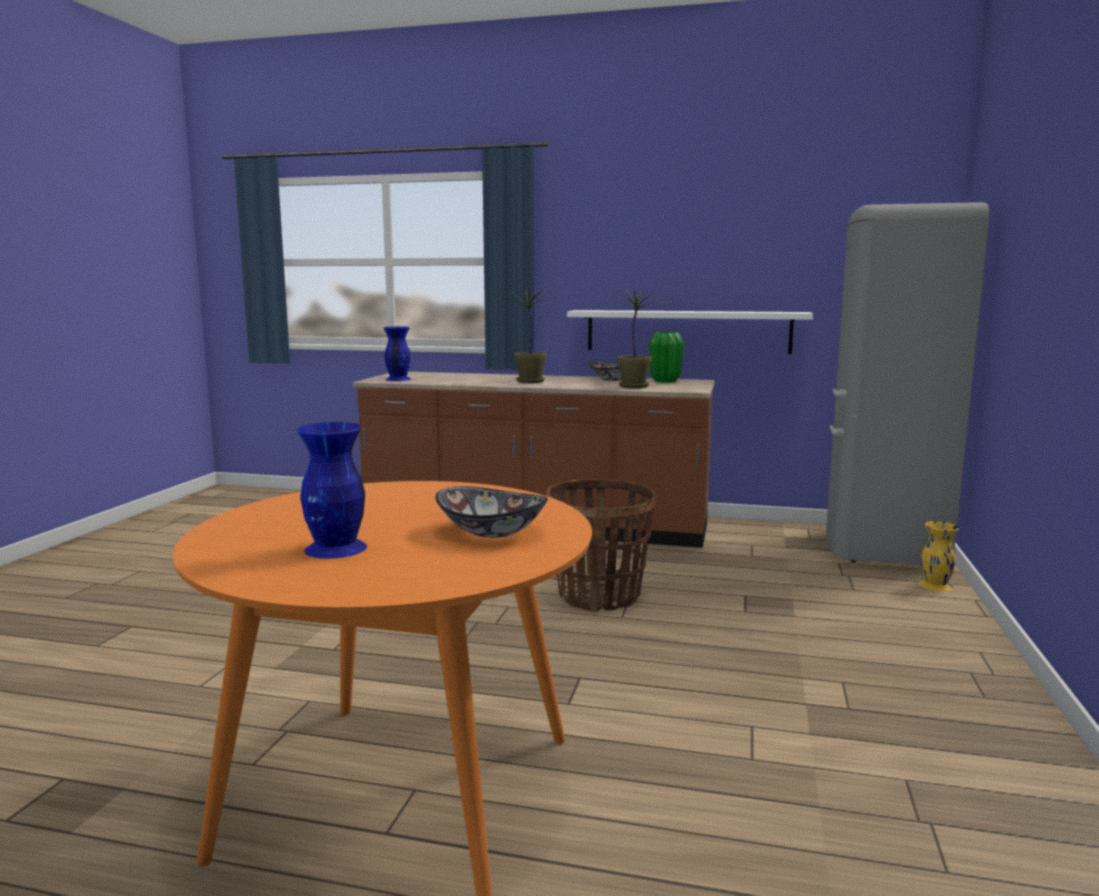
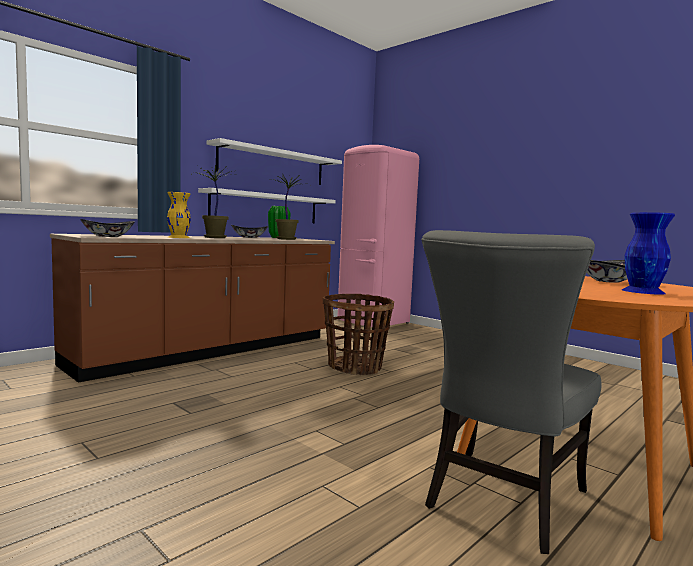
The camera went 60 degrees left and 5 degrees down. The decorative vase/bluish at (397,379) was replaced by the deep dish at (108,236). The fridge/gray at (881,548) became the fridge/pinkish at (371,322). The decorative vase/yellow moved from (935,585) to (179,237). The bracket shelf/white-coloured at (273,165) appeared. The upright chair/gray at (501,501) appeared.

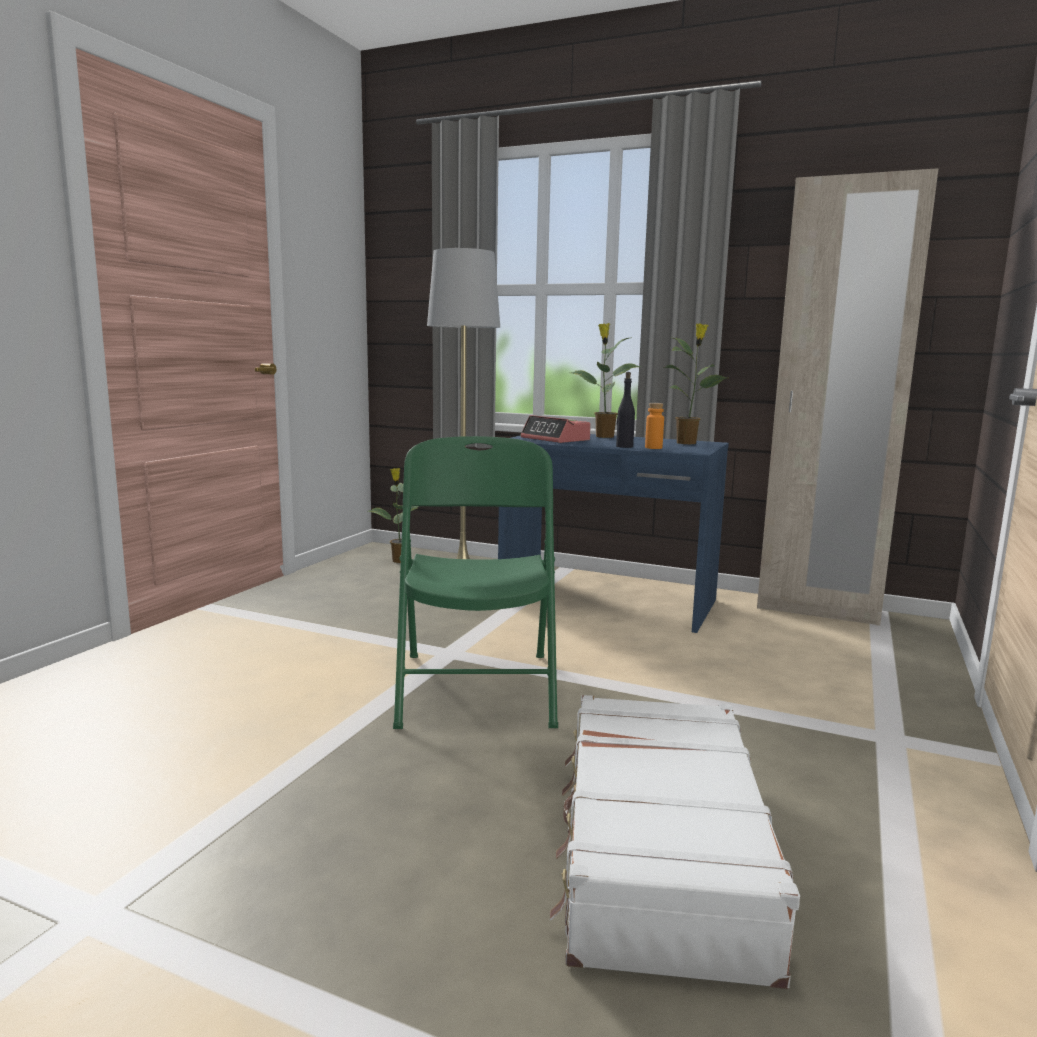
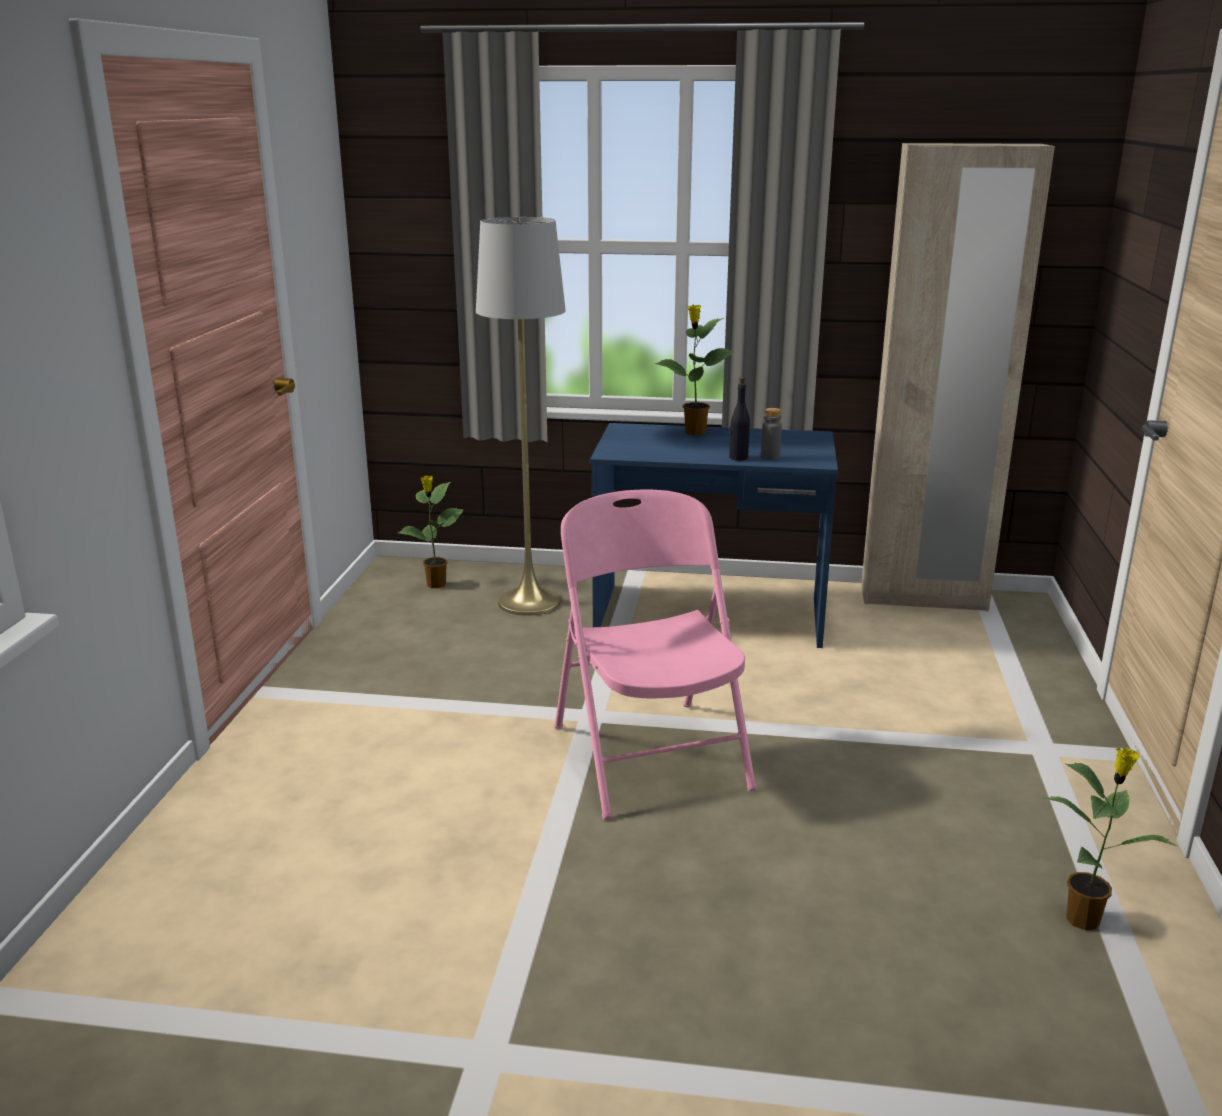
The camera went 15 degrees left and 10 degrees up. The upright chair/green at (477,689) became the upright chair/pinkish at (651,757). The table clock at (555,439) disappeared. The travel case/white-coloured at (658,852) disappeared. The bottle/orangey at (653,448) became the bottle/gray at (770,457). The potted plant moved from (687,443) to (1085,919).

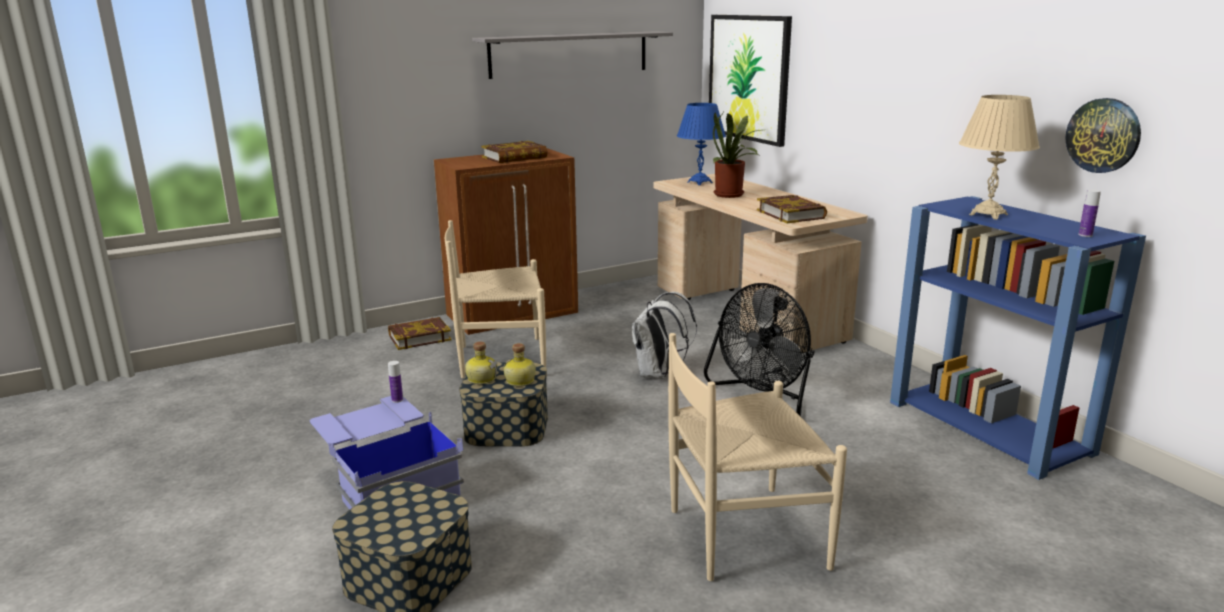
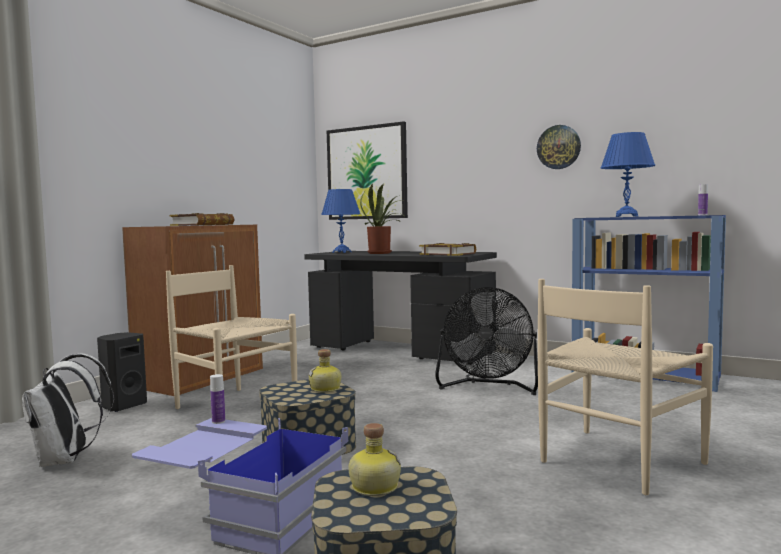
The camera went 30 degrees left and 15 degrees down. The book at (419,337) was replaced by the loudspeaker/black-coloured at (123,406). The upright chair/sand-coloured at (501,359) turned 75 degrees clockwise. The bottle moved from (481,378) to (373,487). The bracket shelf/gray at (569,54) disappeared. The knapsack/white-coloured moved from (658,374) to (66,460). The desk unit/sand-coloured at (746,314) became the desk unit/black-coloured at (400,351). The table lamp/sand-coloured at (988,215) became the table lamp/bluish at (626,216). The wall clock moved from (1103,135) to (558,147).

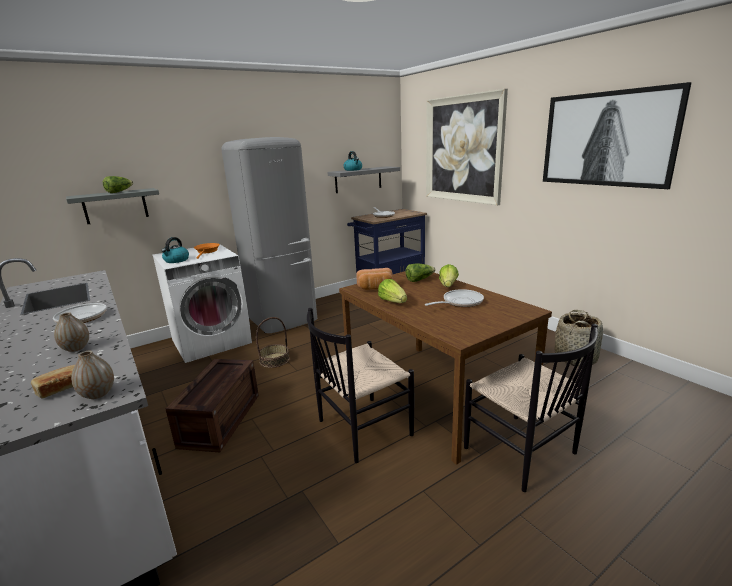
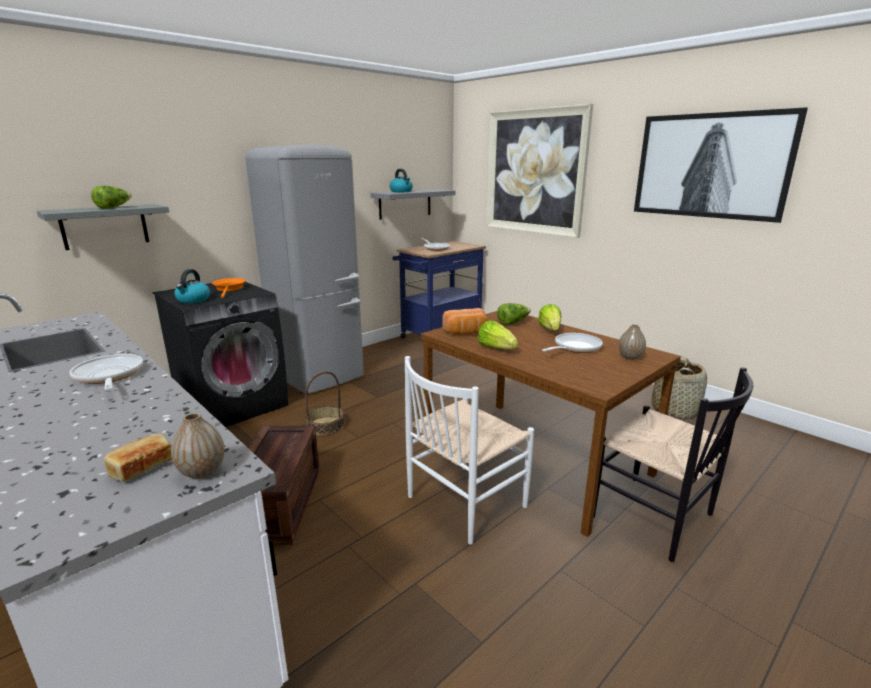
The camera went 10 degrees left and 0 degrees up. The decorative vase moved from (76,348) to (630,357). The laundry appliance/white-coloured at (212,340) became the laundry appliance/black-coloured at (233,404). The upright chair/black-coloured at (361,429) became the upright chair/white-coloured at (462,504).

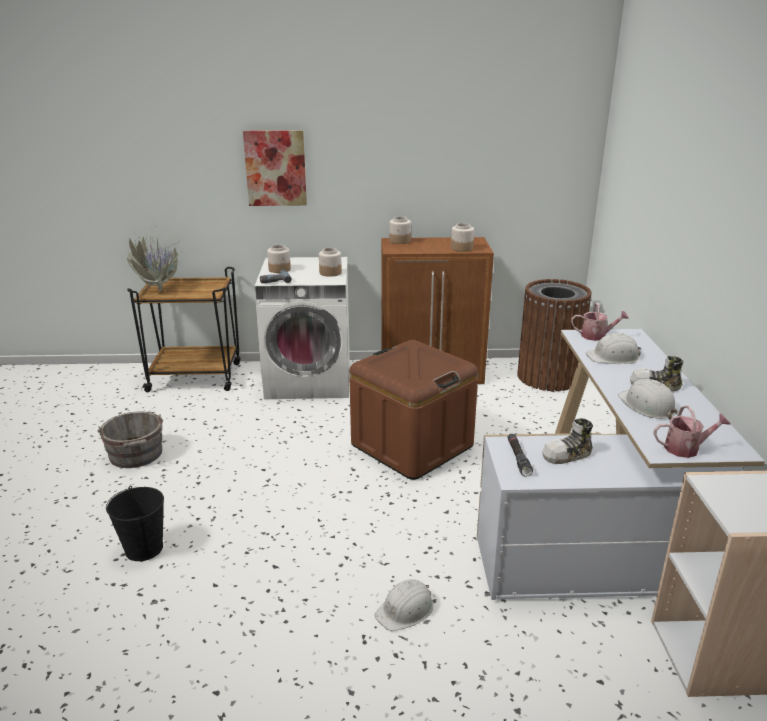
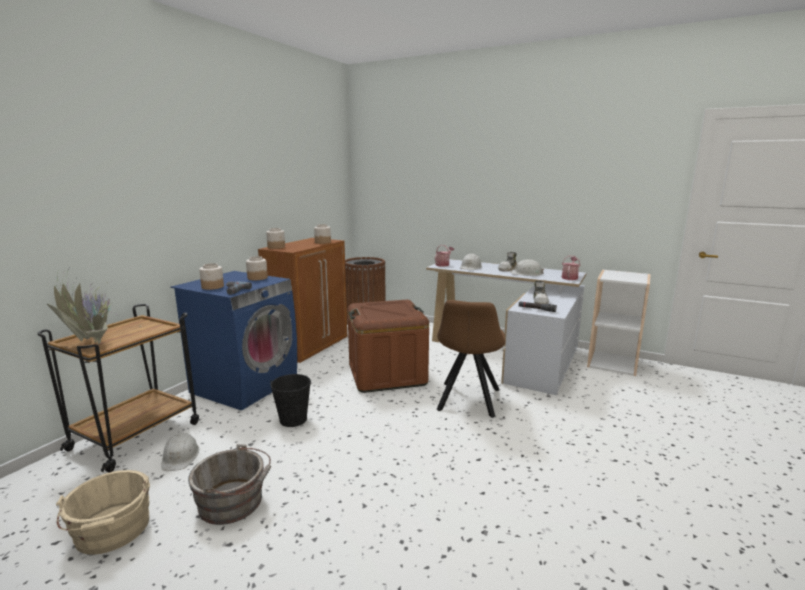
The camera went 60 degrees left and 10 degrees down. The bucket/black-coloured moved from (144,548) to (293,419). The wall art at (275,168) disappeared. The laundry appliance/white-coloured at (310,379) became the laundry appliance/bluish at (244,384). The hard hat/white-coloured moved from (406,610) to (180,456). The bucket/sand-coloured at (112,531) appeared. The upright chair/brown at (468,400) appeared.

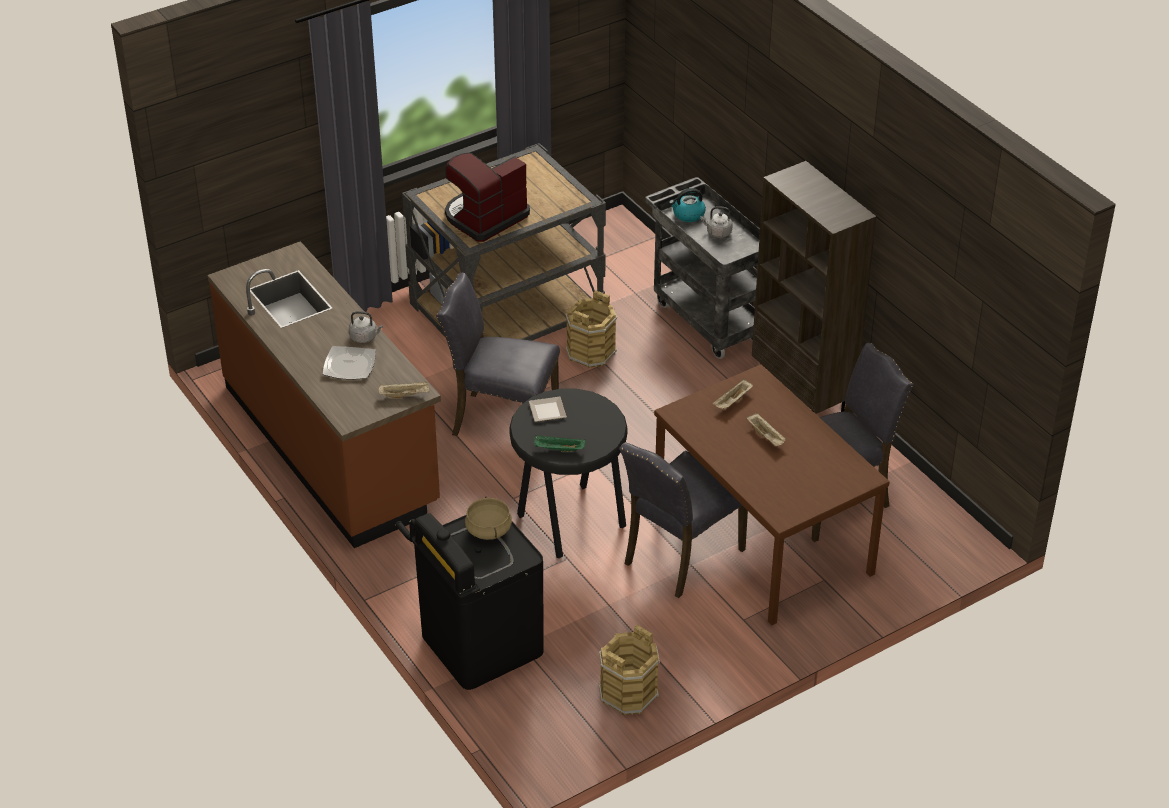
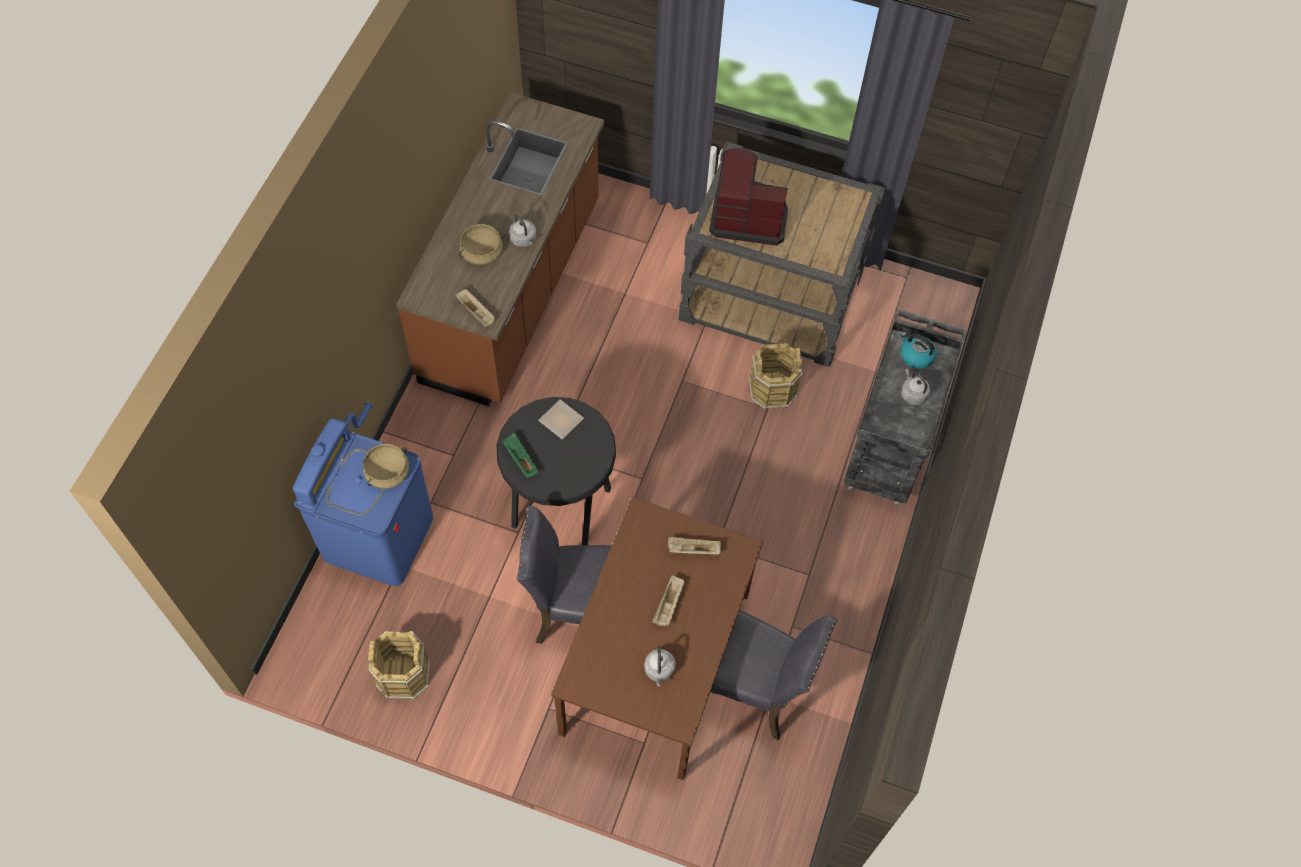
The camera went 50 degrees right and 20 degrees up. The dinner plate at (350,365) was replaced by the saucepot/sand-coloured at (482,253). The laundry appliance/black-coloured at (479,645) became the laundry appliance/bluish at (378,535). The upright chair/gray at (502,421) disappeared. The shelving unit/brown at (802,396) disappeared. The tea kettle/gray at (659,670) appeared.

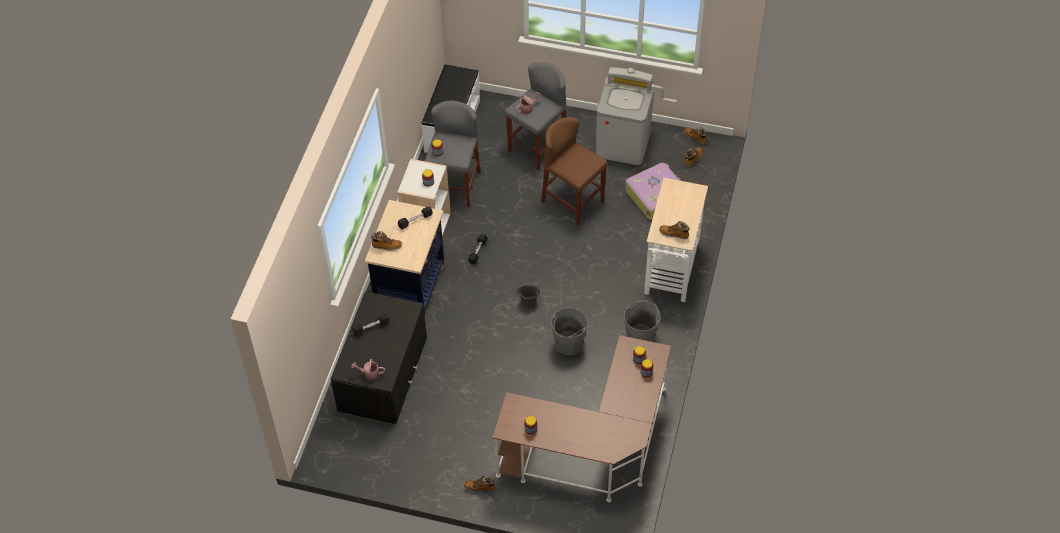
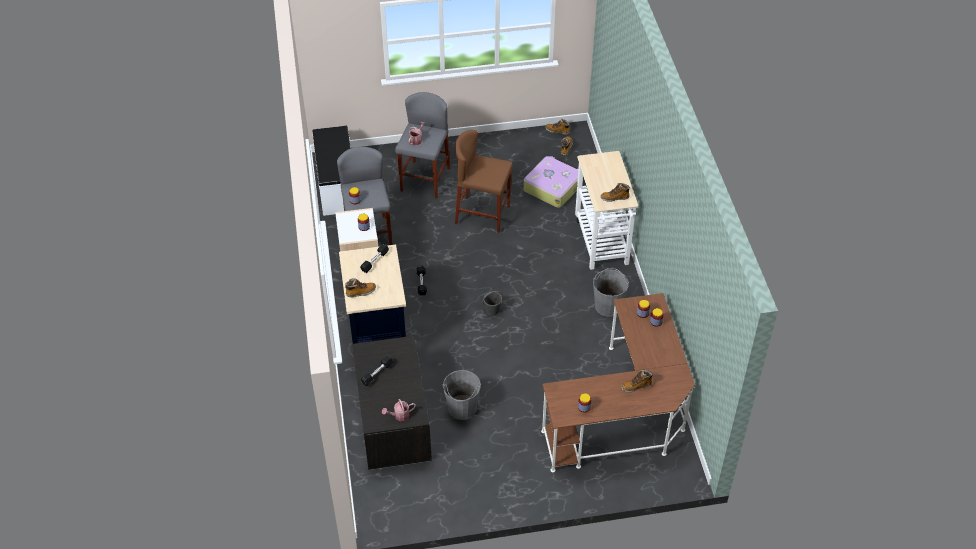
The camera went 25 degrees left and 5 degrees down. The boot moved from (480,487) to (636,386). The bucket/gray moved from (568,343) to (462,408). The laundry appliance/gray at (624,145) disappeared.

